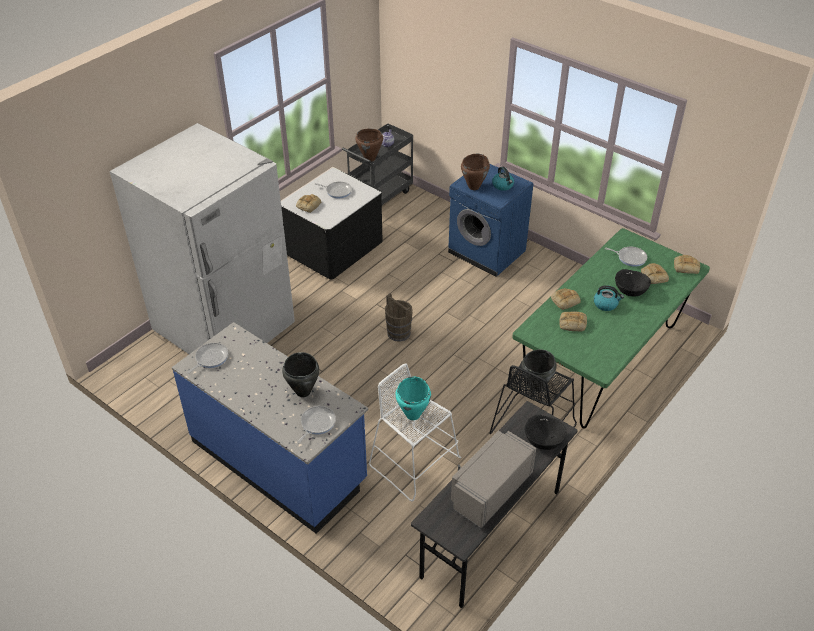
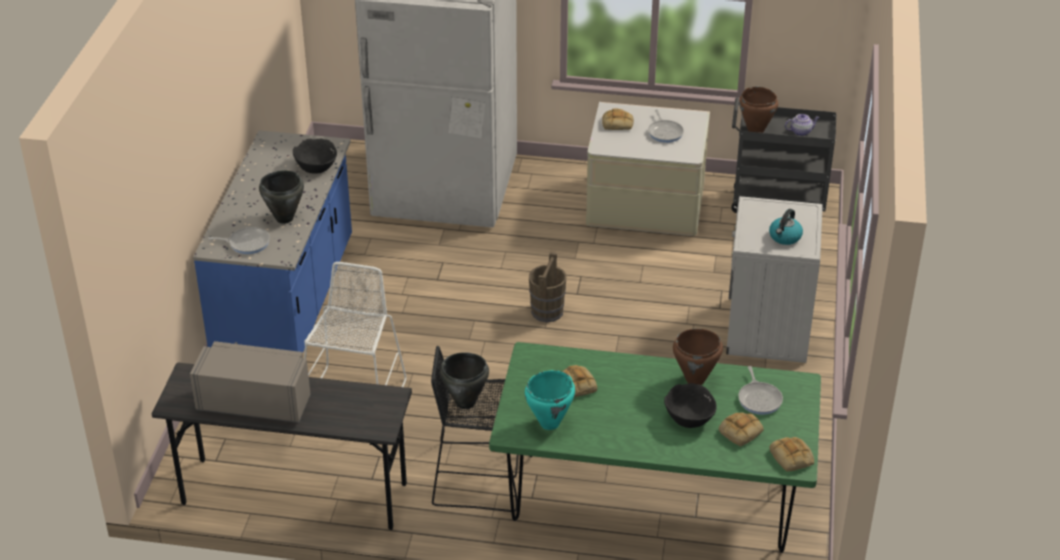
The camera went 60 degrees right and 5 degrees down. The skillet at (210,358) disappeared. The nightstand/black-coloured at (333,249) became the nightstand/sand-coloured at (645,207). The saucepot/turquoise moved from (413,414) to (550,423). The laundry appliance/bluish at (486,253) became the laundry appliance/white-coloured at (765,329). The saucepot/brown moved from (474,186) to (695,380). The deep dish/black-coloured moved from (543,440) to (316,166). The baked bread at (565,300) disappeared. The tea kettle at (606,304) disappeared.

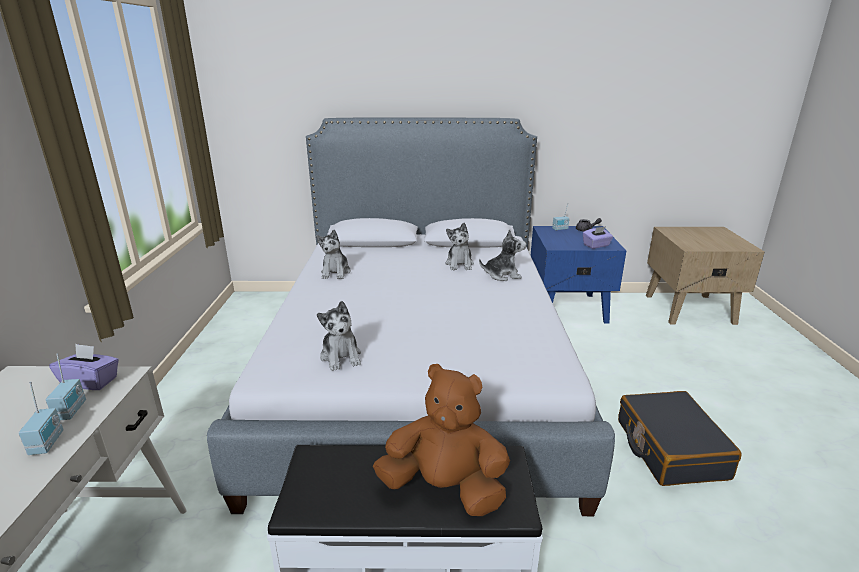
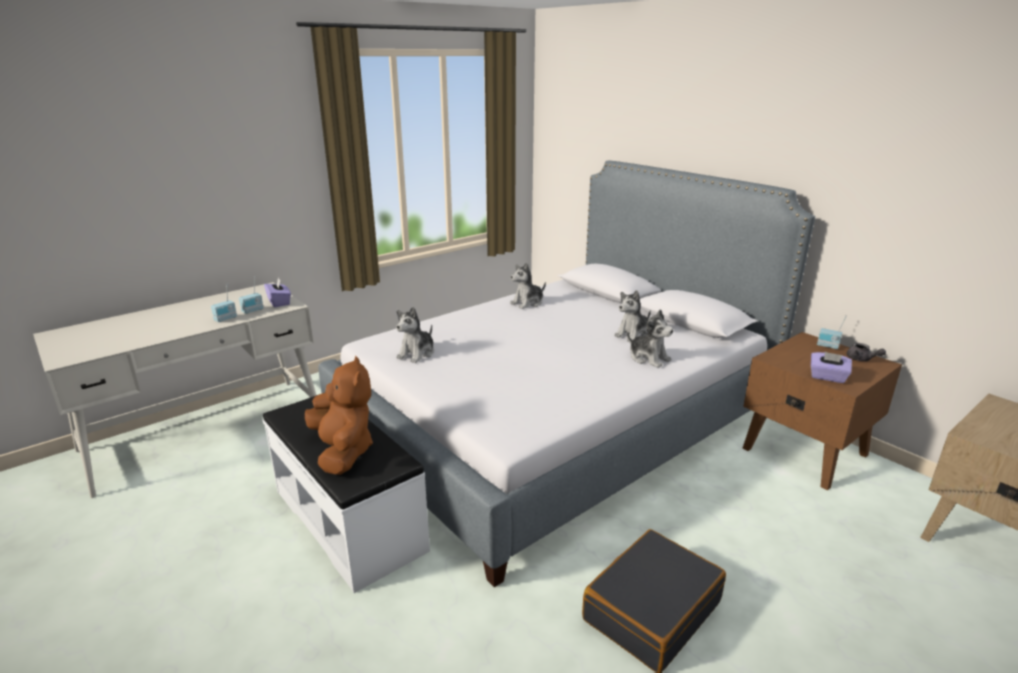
The camera went 50 degrees right and 0 degrees up. The nightstand/bluish at (569,308) became the nightstand/brown at (806,452).

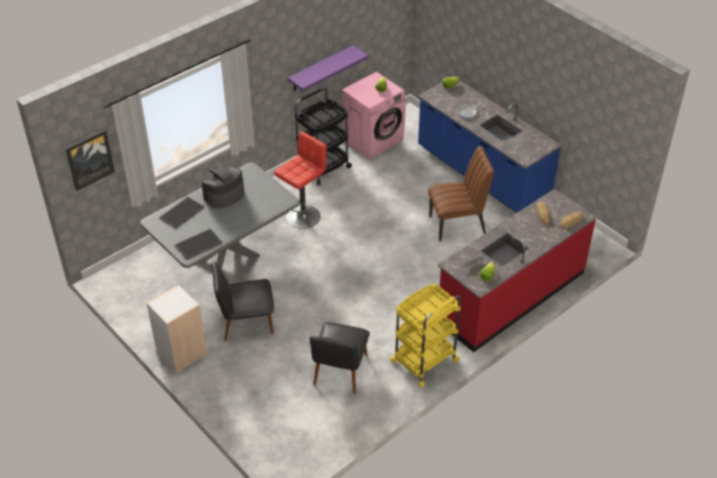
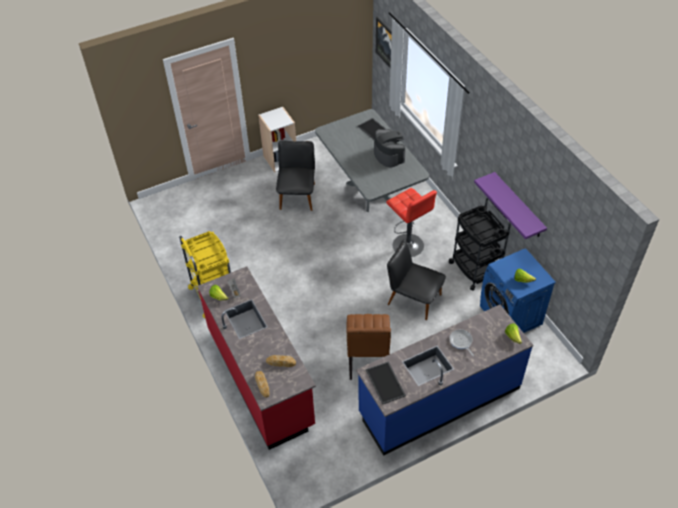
The camera went 105 degrees right and 5 degrees up. The tray moved from (198,243) to (386,383). The upright chair/black-coloured moved from (340,370) to (414,299). The laundry appliance/pinkish at (373,141) became the laundry appliance/bluish at (510,316).

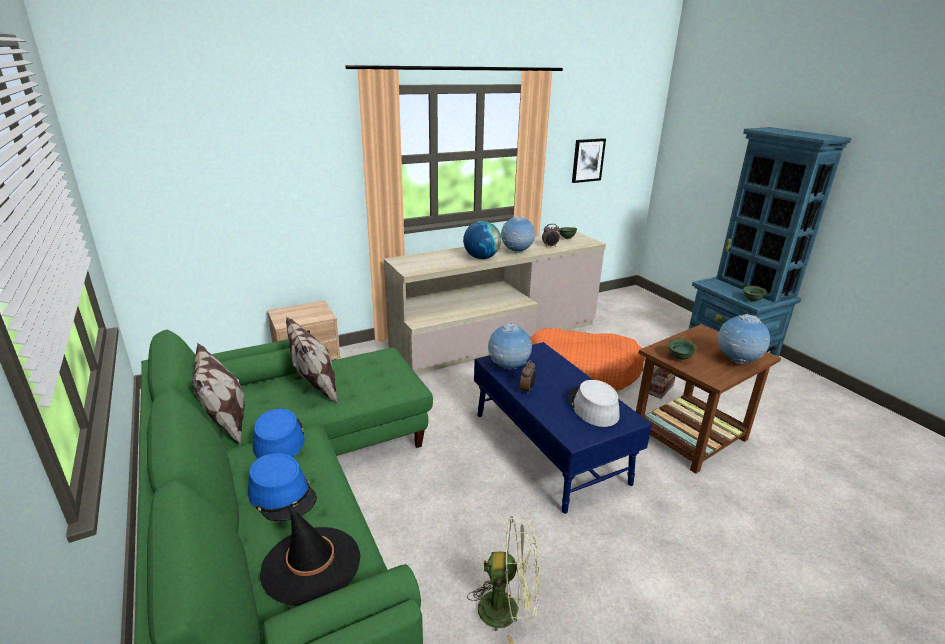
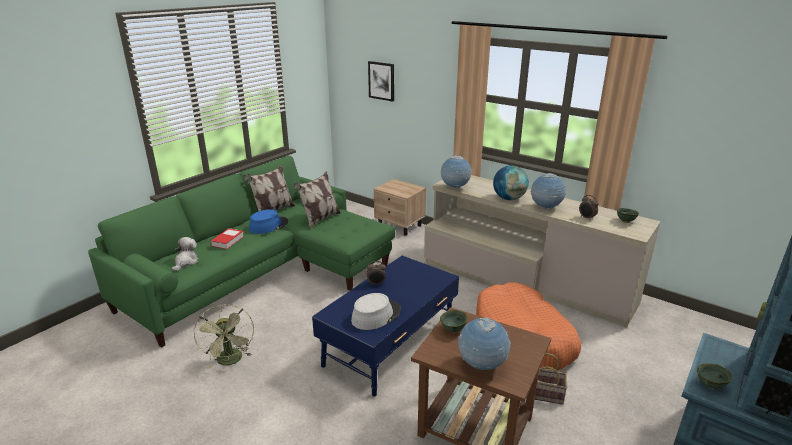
The camera went 65 degrees right and 0 degrees up. The clothing hat/bluish at (282,495) was replaced by the book at (228,241). The clothing hat/black-coloured at (311,564) was replaced by the plush toy at (186,262). The globe moved from (508,367) to (455,188). The wall art moved from (587,160) to (381,81).

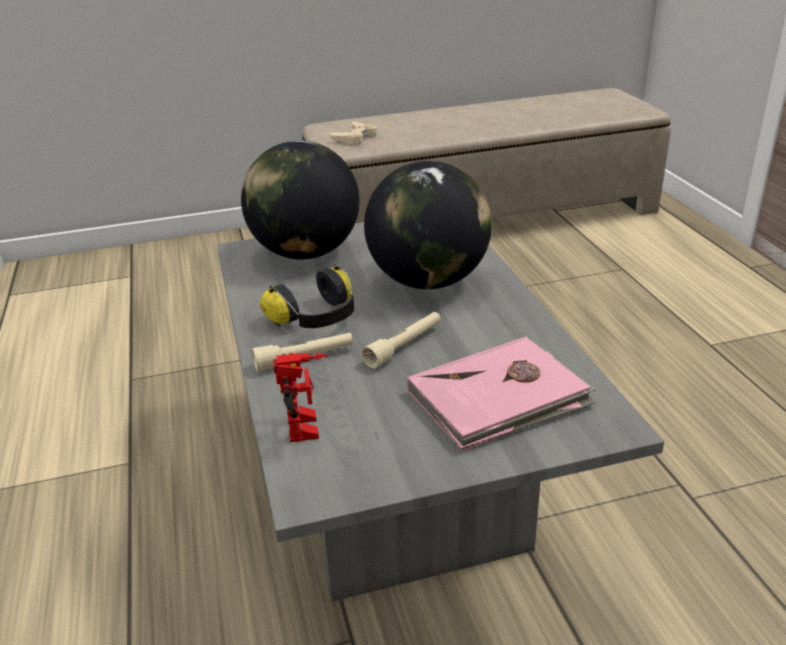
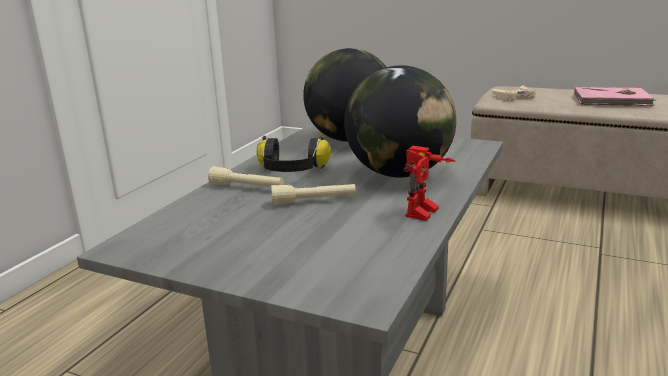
The camera went 40 degrees right and 10 degrees down. The model robot moved from (309,428) to (425,214). The book/pinkish moved from (500,398) to (612,101).

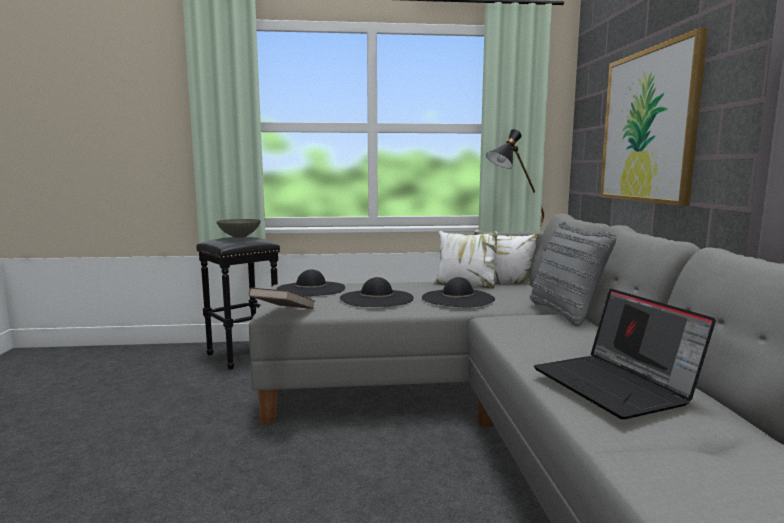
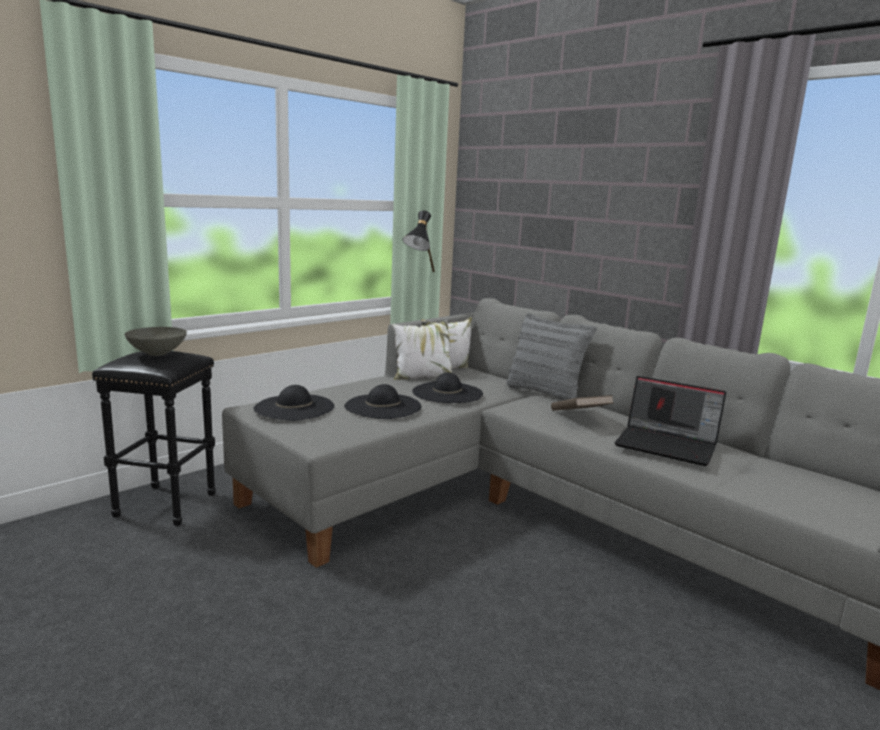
The camera went 40 degrees left and 5 degrees up. The book/brown moved from (283,313) to (579,416). The wall art at (648,126) disappeared.

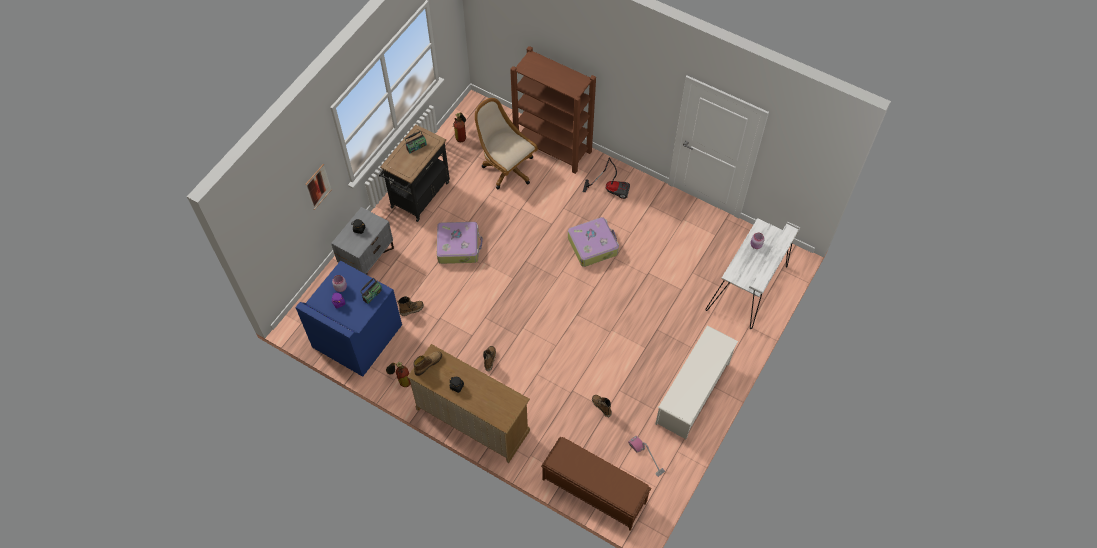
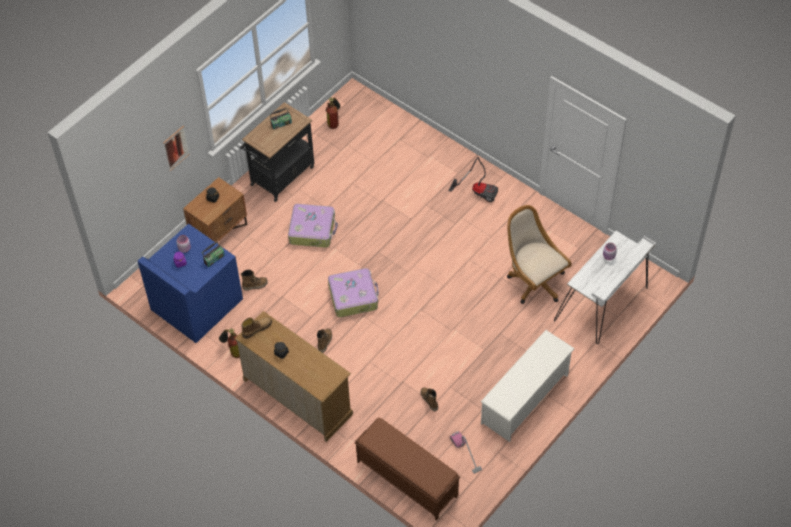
The camera went 10 degrees right and 5 degrees down. The nightstand/gray at (367,258) became the nightstand/brown at (219,231). The office chair moved from (506,166) to (533,279). The shelving unit/brown at (552,147) disappeared. The travel case moved from (593,245) to (353,296).

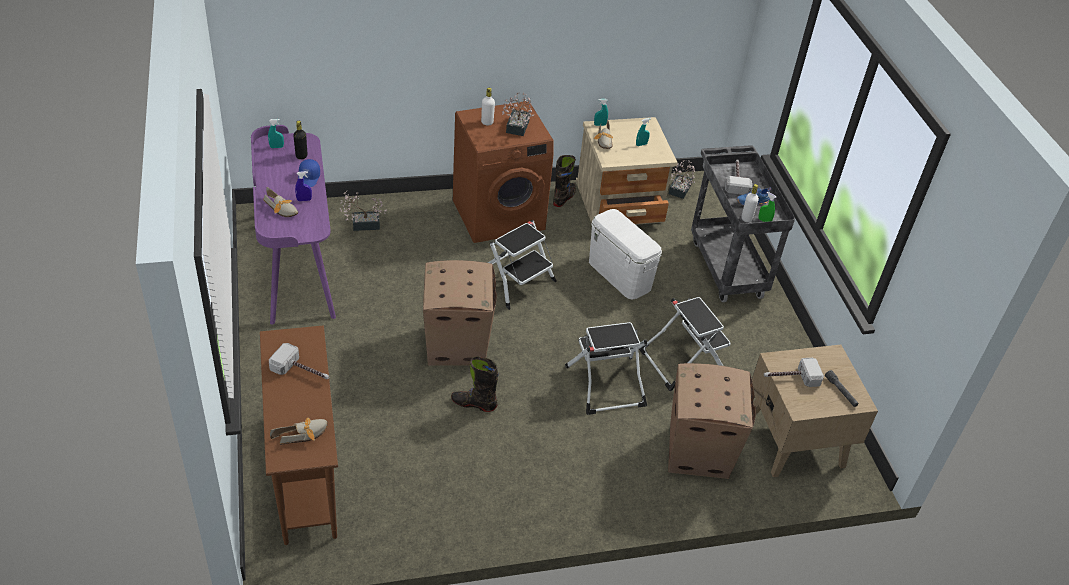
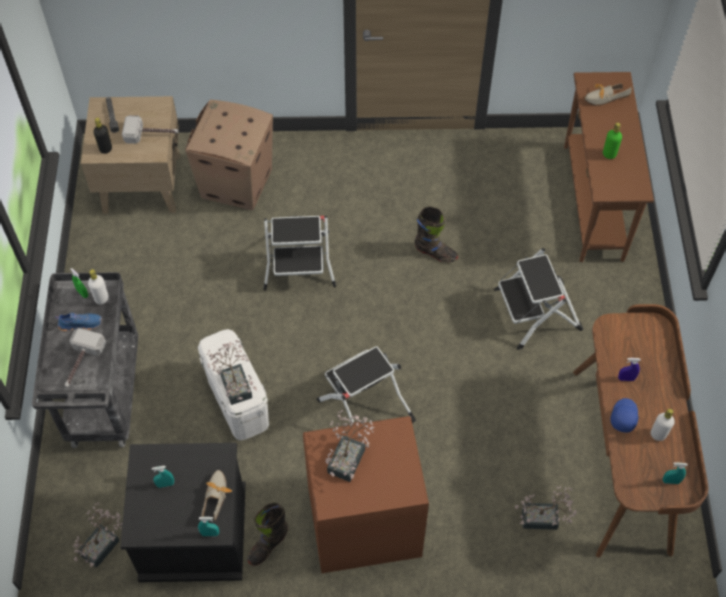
The camera went 165 degrees left and 15 degrees up. The desk unit/purple-coloured at (296,262) became the desk unit/brown at (623,459). The low shoe at (282,209) disappeared. The hammer at (302,371) was replaced by the bottle/green at (609,154). The bottle/black-coloured moved from (301,156) to (105,149). The cardboard box at (457,344) disappeared. The bottle/white-coloured moved from (487,122) to (658,434). The nightstand/sand-coloured at (622,204) became the nightstand/black-coloured at (192,525). The step stool moved from (683,360) to (536,311). The potted plant at (235,383) appeared.

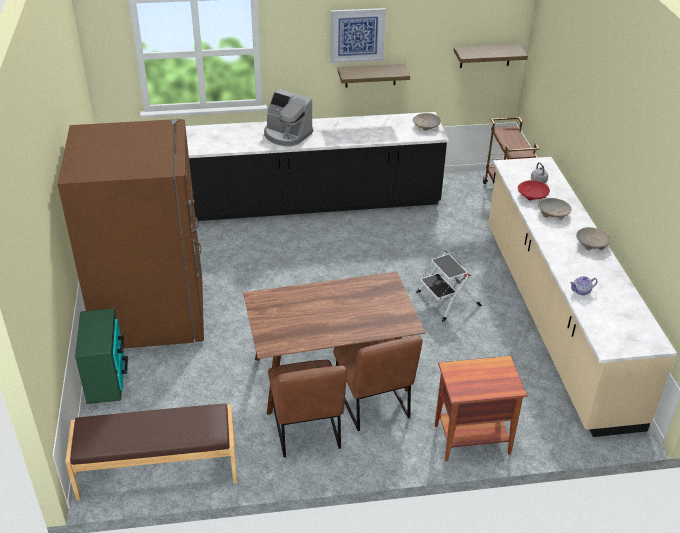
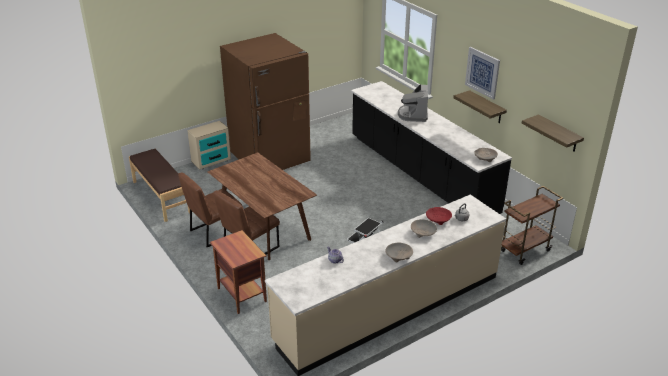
The camera went 65 degrees right and 5 degrees down. The nightstand/green at (107,382) became the nightstand/sand-coloured at (212,163).

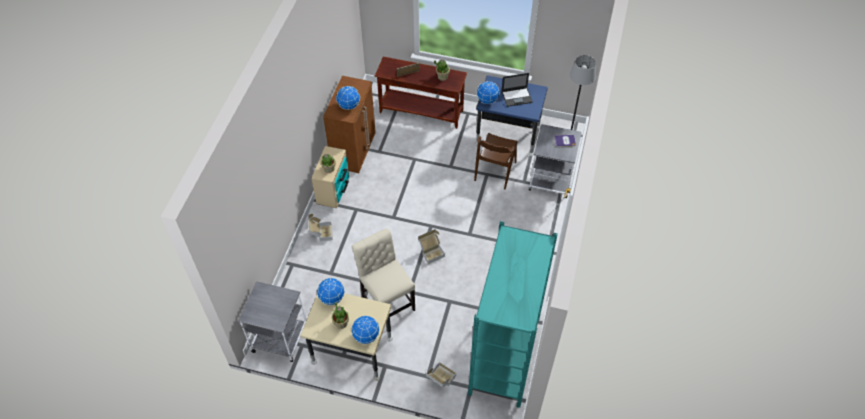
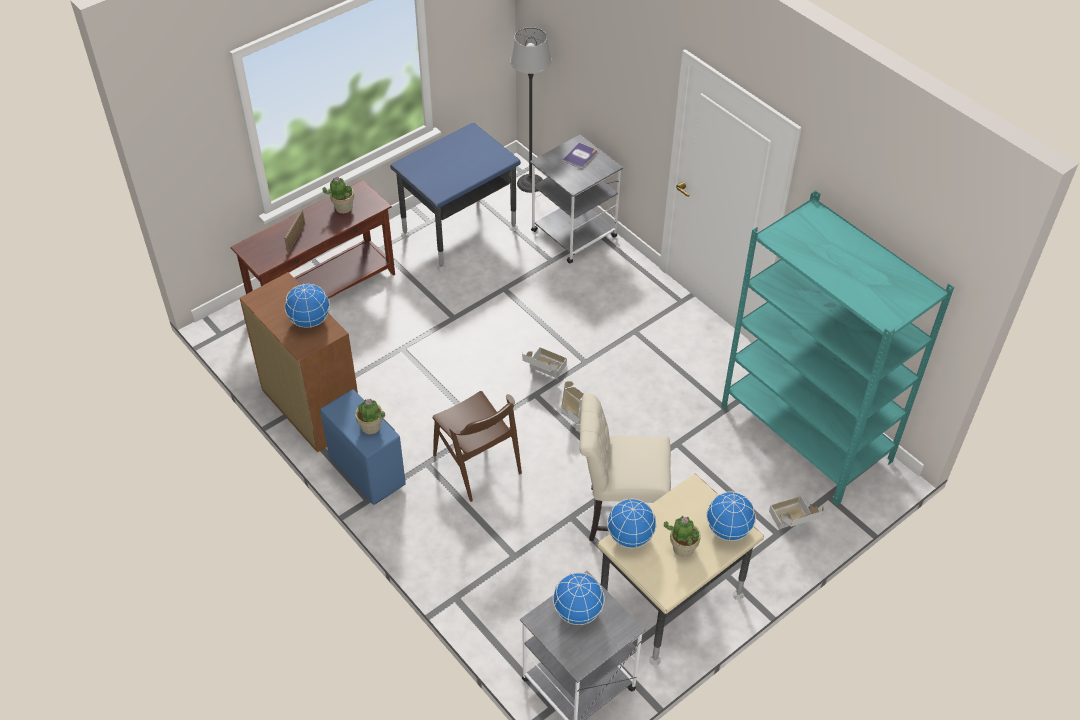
The camera went 55 degrees left and 5 degrees down. The cardboard box moved from (320,233) to (544,371). The nightstand/sand-coloured at (334,192) became the nightstand/bluish at (368,473). The upright chair/brown moved from (495,171) to (477,464). The globe moved from (487,100) to (577,611). The laptop at (517,97) disappeared.

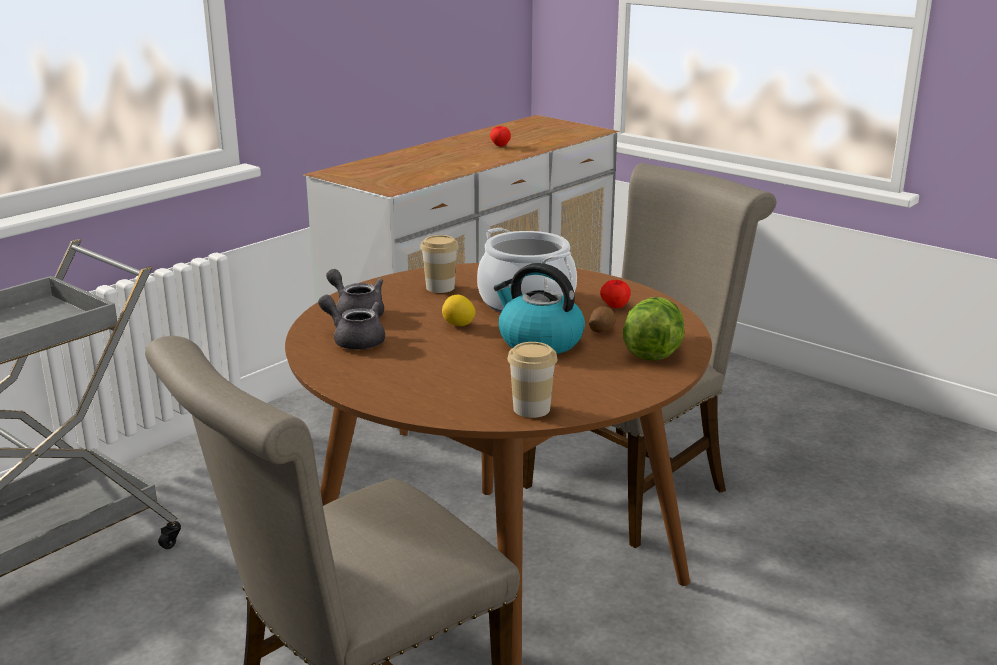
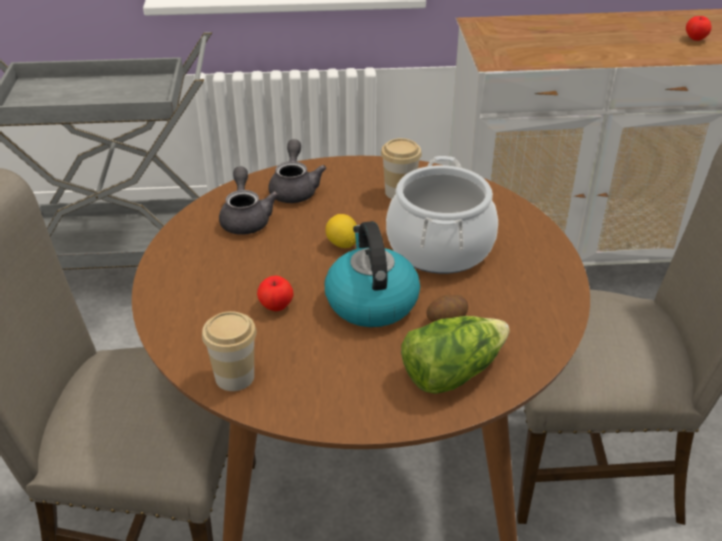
The camera went 45 degrees right and 15 degrees up. The apple fruit moved from (615,306) to (276,306).

